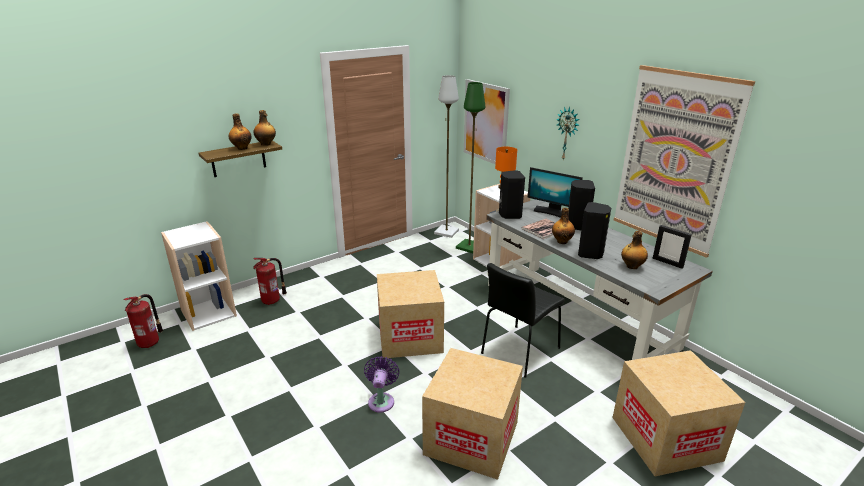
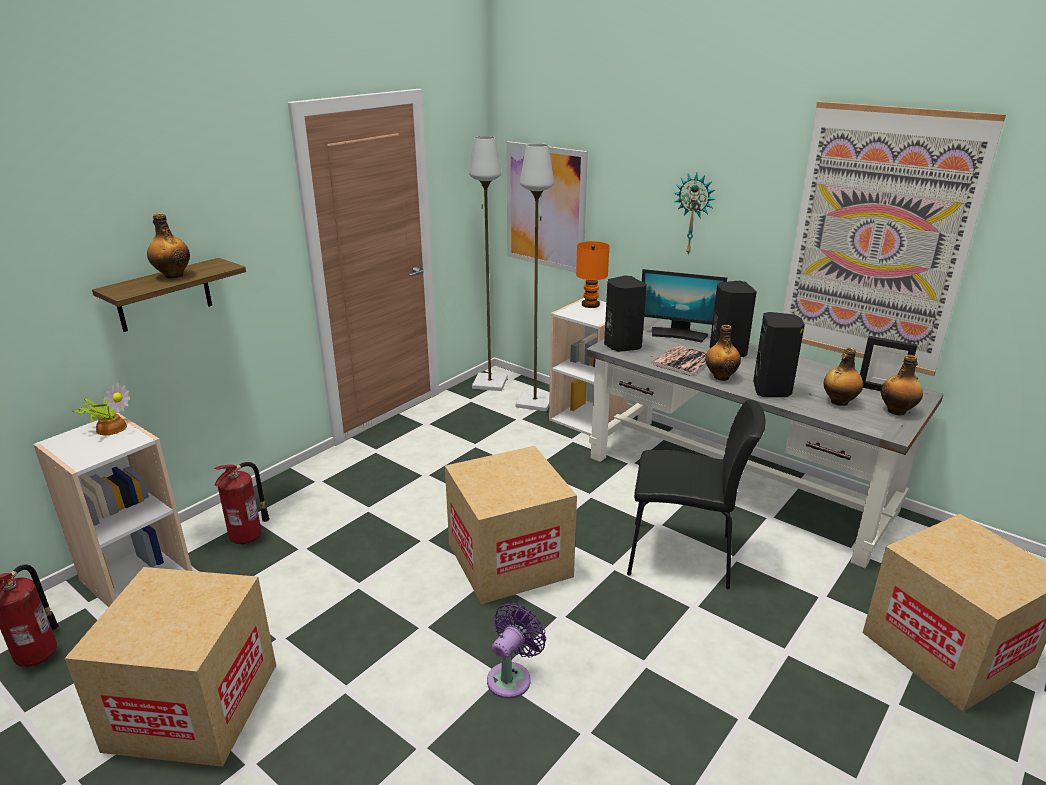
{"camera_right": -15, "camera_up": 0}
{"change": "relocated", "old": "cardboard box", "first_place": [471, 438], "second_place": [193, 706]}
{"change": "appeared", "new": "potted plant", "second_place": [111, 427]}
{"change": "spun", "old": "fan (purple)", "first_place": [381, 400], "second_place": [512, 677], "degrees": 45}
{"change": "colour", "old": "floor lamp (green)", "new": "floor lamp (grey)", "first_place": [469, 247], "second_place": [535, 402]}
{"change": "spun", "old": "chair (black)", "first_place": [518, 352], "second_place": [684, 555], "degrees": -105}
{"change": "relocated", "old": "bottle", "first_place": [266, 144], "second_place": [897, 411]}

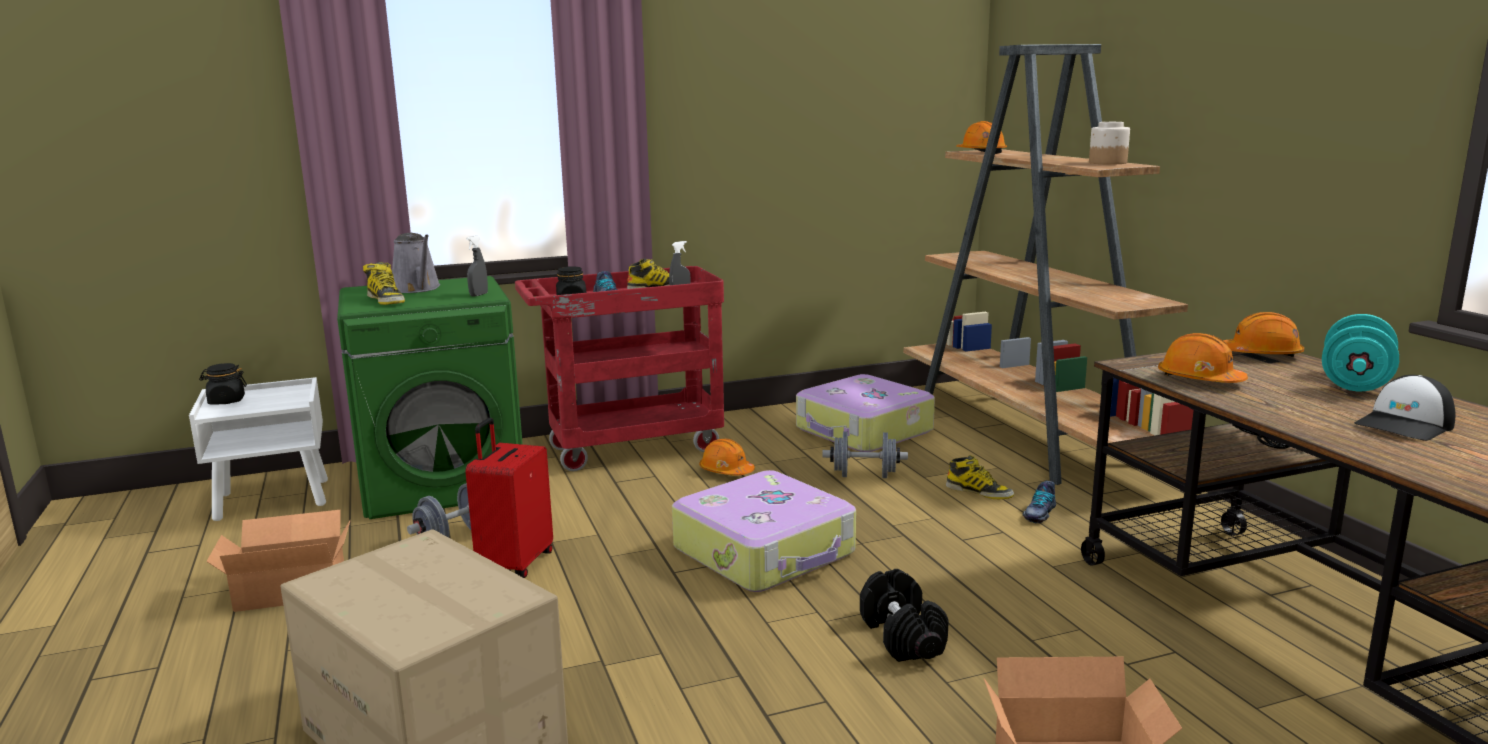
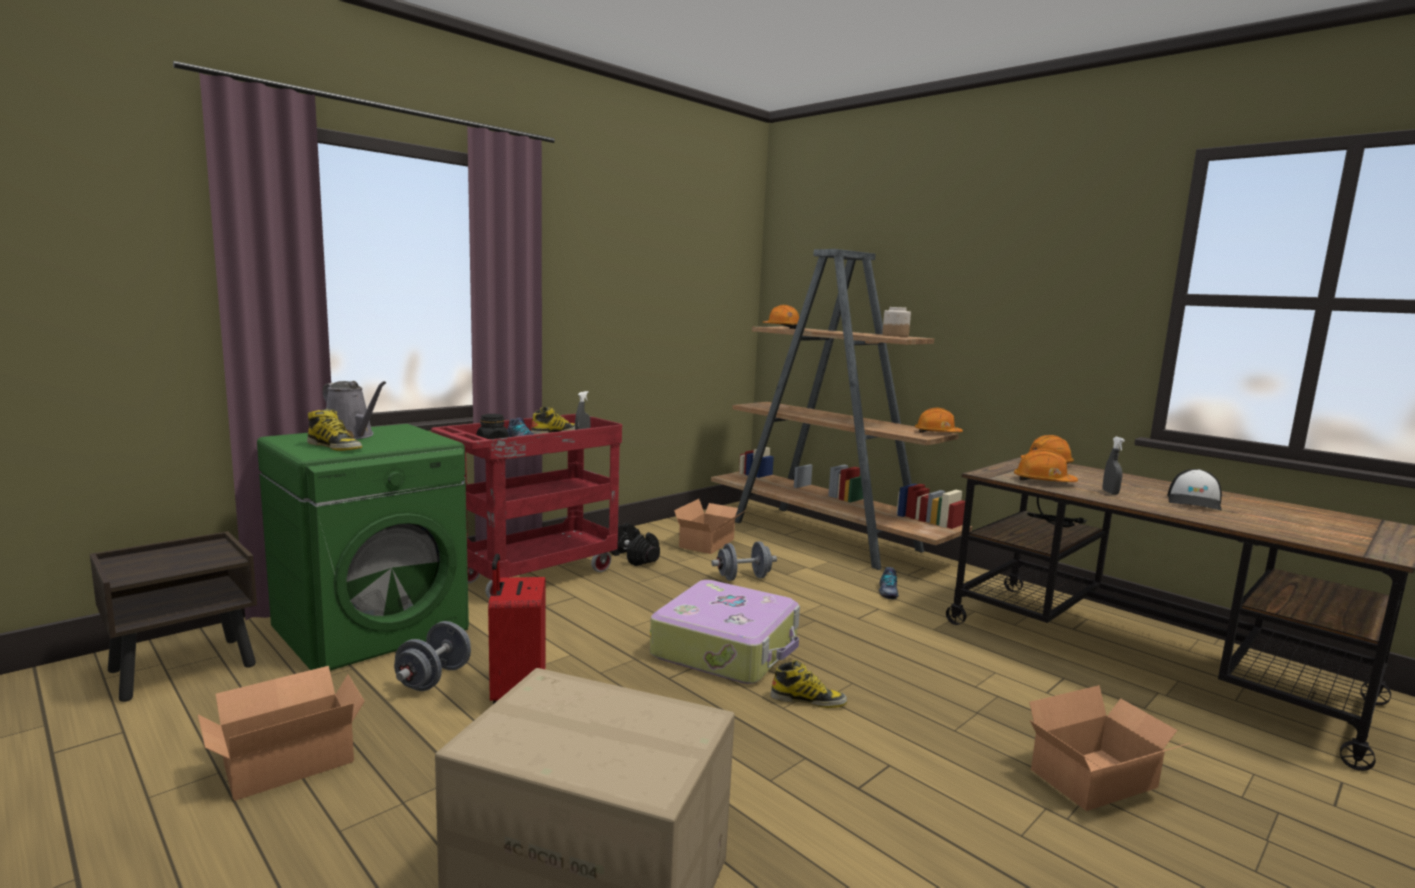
{"camera_right": -25, "camera_up": -5}
{"change": "colour", "old": "nightstand (white)", "new": "nightstand (brown)", "first_place": [274, 499], "second_place": [185, 668]}
{"change": "relocated", "old": "dumbbell (black)", "first_place": [903, 637], "second_place": [633, 557]}
{"change": "exchanged", "old": "suitcase", "new": "cardboard box", "first_place": [863, 431], "second_place": [709, 543]}
{"change": "relocated", "old": "boot", "first_place": [979, 492], "second_place": [808, 700]}
{"change": "relocated", "old": "hard hat (orange)", "first_place": [726, 471], "second_place": [937, 433]}
{"change": "relocated", "old": "spray bottle (grey)", "first_place": [478, 295], "second_place": [1110, 492]}
{"change": "missing", "old": "jar (black)", "first_place": [226, 401]}
{"change": "missing", "old": "dumbbell (turquoise)", "first_place": [1355, 382]}

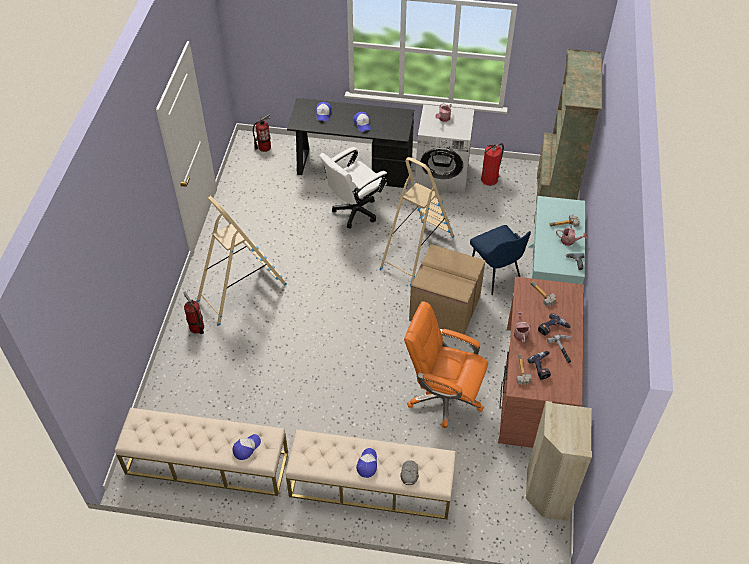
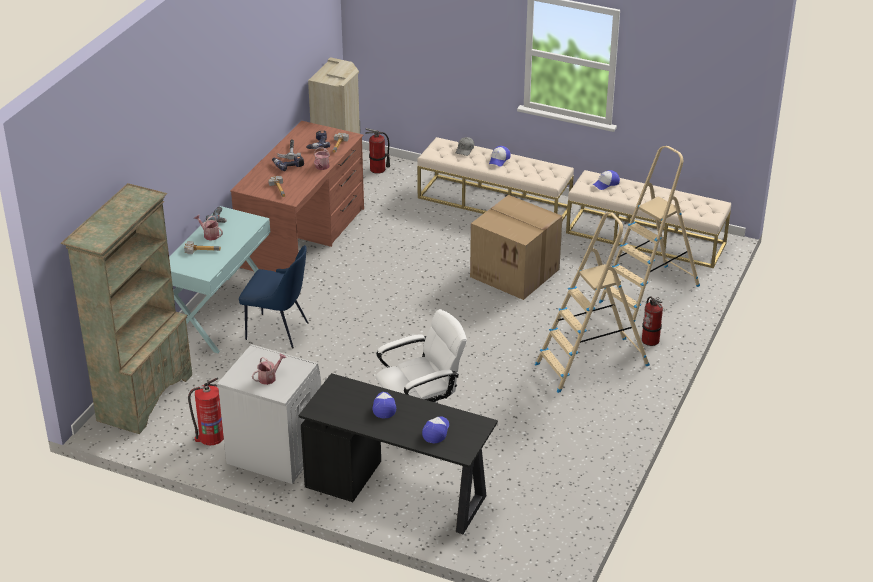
{"camera_right": -165, "camera_up": -15}
{"change": "spun", "old": "chair (blue)", "first_place": [496, 275], "second_place": [278, 331], "degrees": 120}
{"change": "relocated", "old": "fire extinguisher", "first_place": [264, 147], "second_place": [378, 169]}
{"change": "relocated", "old": "cardboard box", "first_place": [443, 308], "second_place": [516, 273]}
{"change": "relocated", "old": "step ladder (beige)", "first_place": [417, 252], "second_place": [649, 294]}
{"change": "missing", "old": "office chair (orange)", "first_place": [443, 397]}

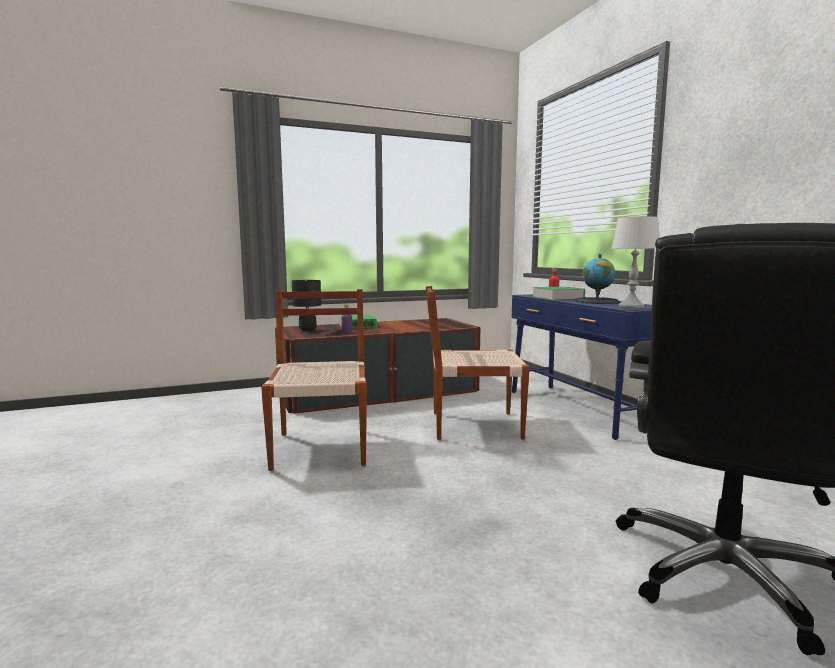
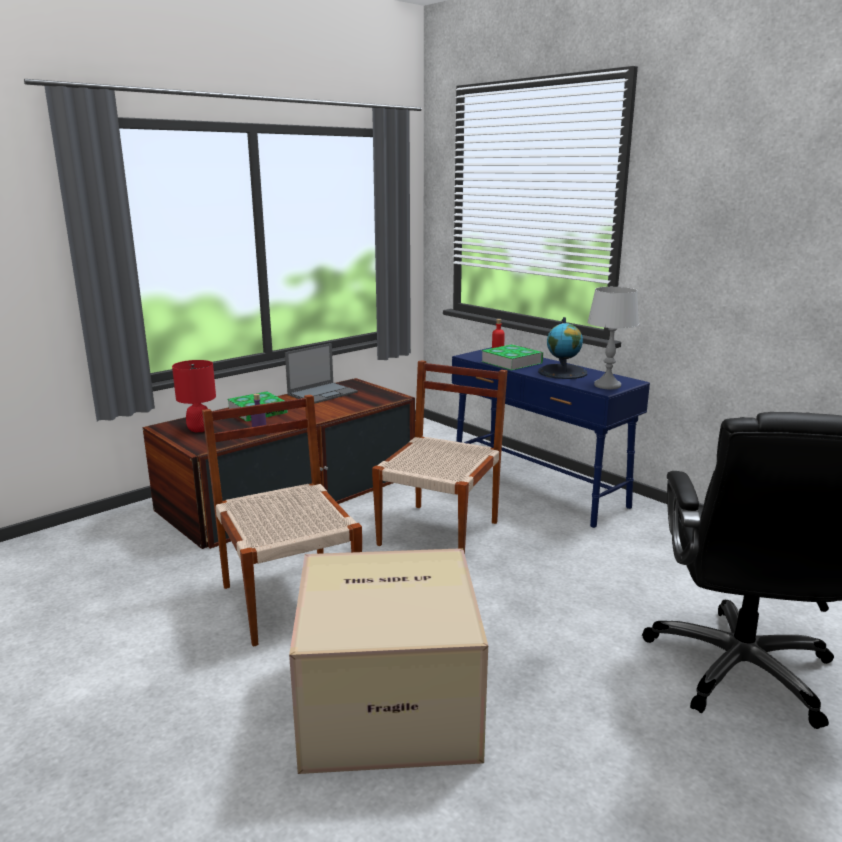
{"camera_right": -20, "camera_up": 10}
{"change": "colour", "old": "table lamp (black)", "new": "table lamp (red)", "first_place": [308, 330], "second_place": [200, 430]}
{"change": "appeared", "new": "laptop", "second_place": [323, 393]}
{"change": "appeared", "new": "cardboard box", "second_place": [391, 701]}
{"change": "spun", "old": "chair", "first_place": [472, 426], "second_place": [440, 532], "degrees": 135}

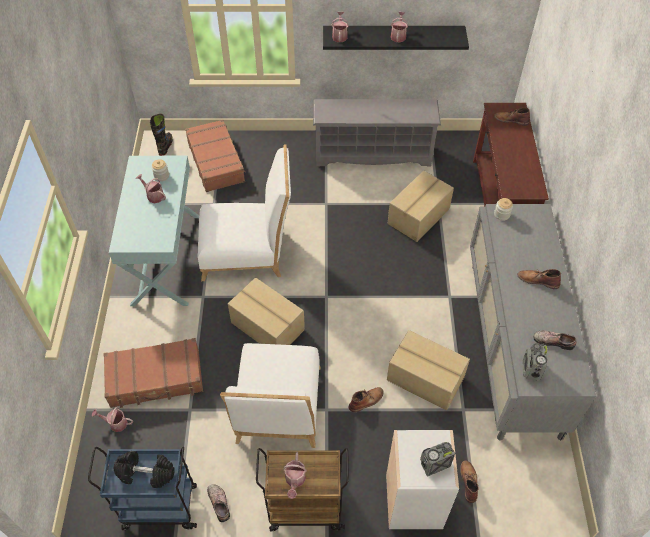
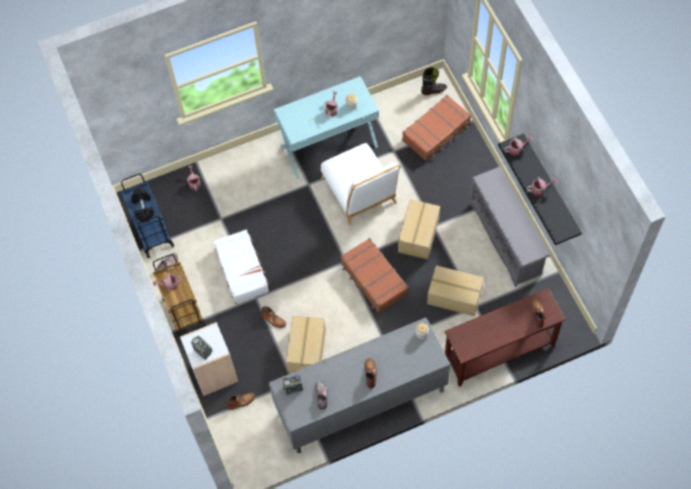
{"camera_right": 70, "camera_up": 10}
{"change": "exchanged", "old": "chair (white)", "new": "suitcase (white)", "first_place": [278, 411], "second_place": [242, 269]}
{"change": "relocated", "old": "suitcase (brown)", "first_place": [156, 379], "second_place": [373, 279]}
{"change": "relocated", "old": "cardboard box", "first_place": [267, 327], "second_place": [418, 235]}

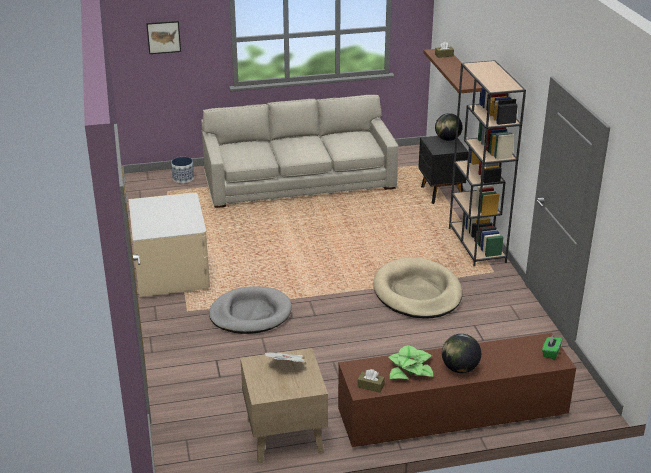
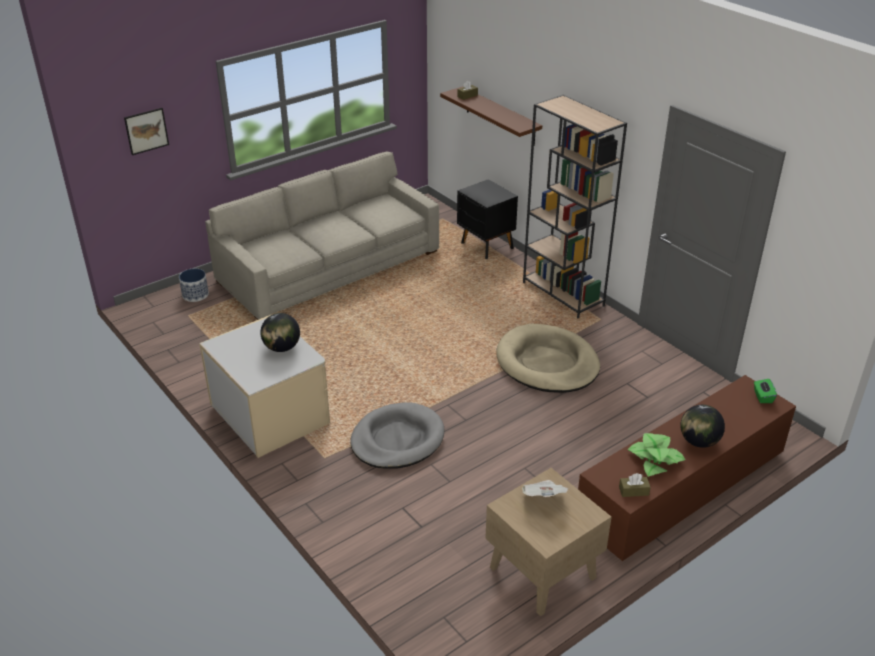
{"camera_right": -25, "camera_up": 5}
{"change": "relocated", "old": "globe", "first_place": [447, 139], "second_place": [282, 348]}

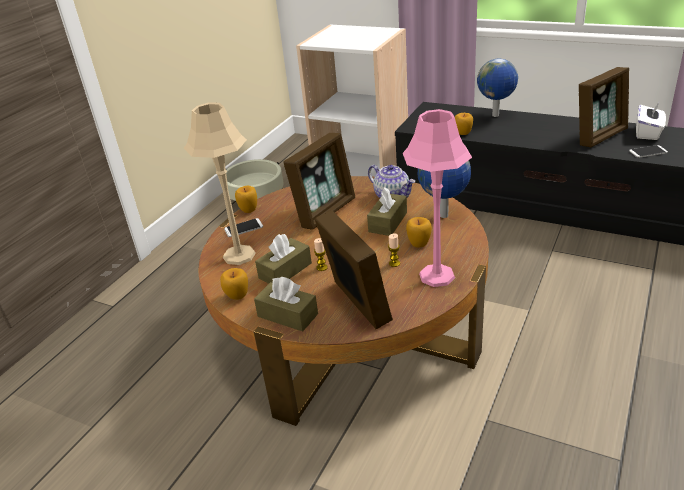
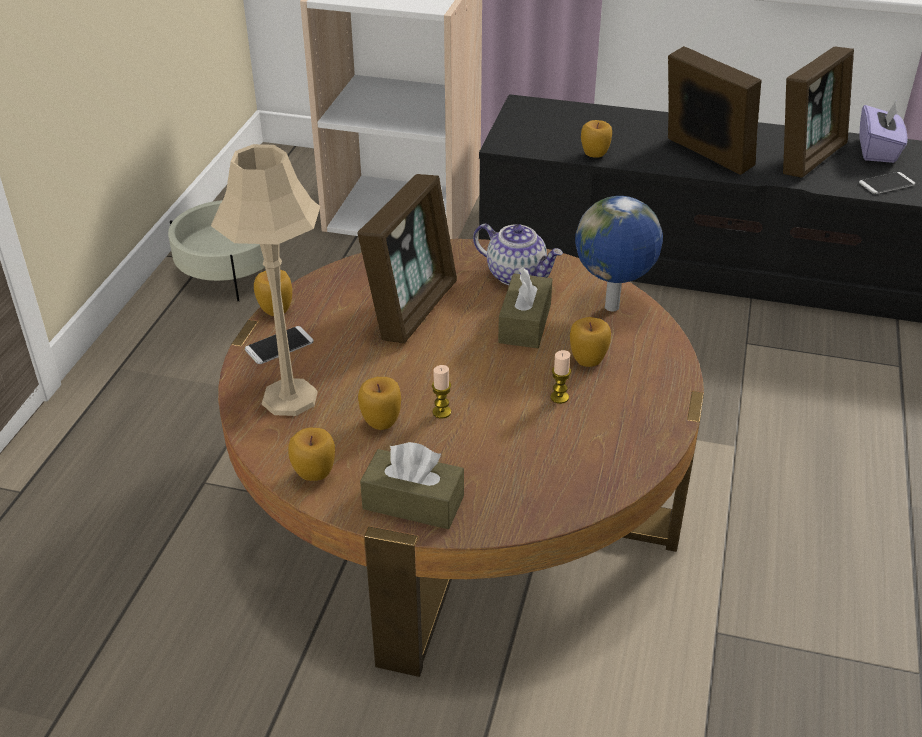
{"camera_right": -15, "camera_up": 5}
{"change": "exchanged", "old": "tissue box (brown)", "new": "apple", "first_place": [285, 271], "second_place": [381, 422]}
{"change": "relocated", "old": "picture frame", "first_place": [356, 304], "second_place": [704, 155]}
{"change": "colour", "old": "tissue box (white)", "new": "tissue box (purple)", "first_place": [648, 133], "second_place": [877, 150]}
{"change": "missing", "old": "table lamp (pink)", "first_place": [436, 275]}
{"change": "missing", "old": "globe", "first_place": [496, 116]}

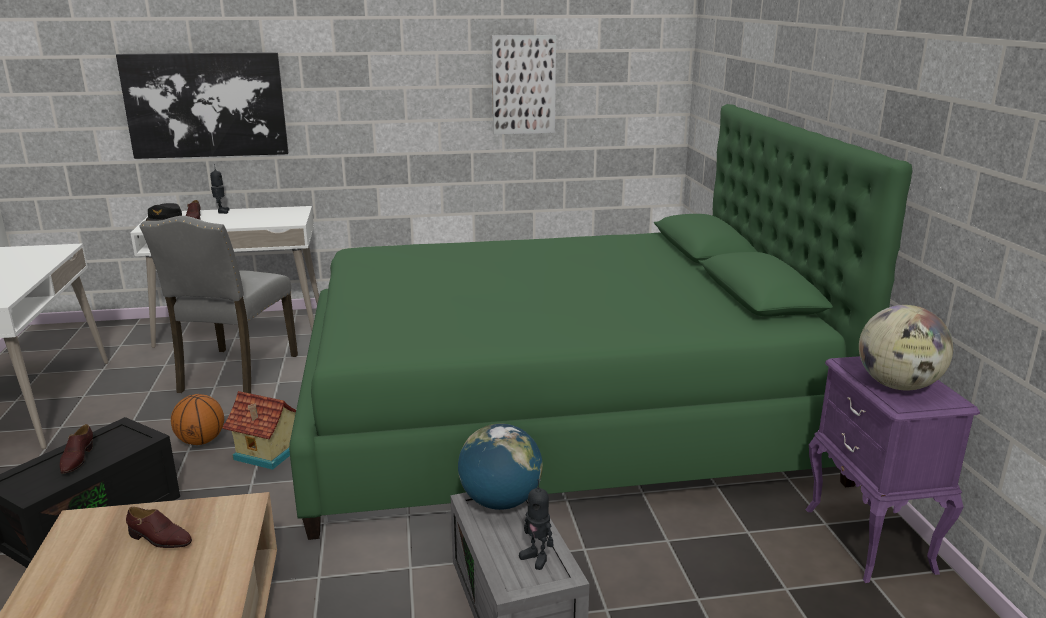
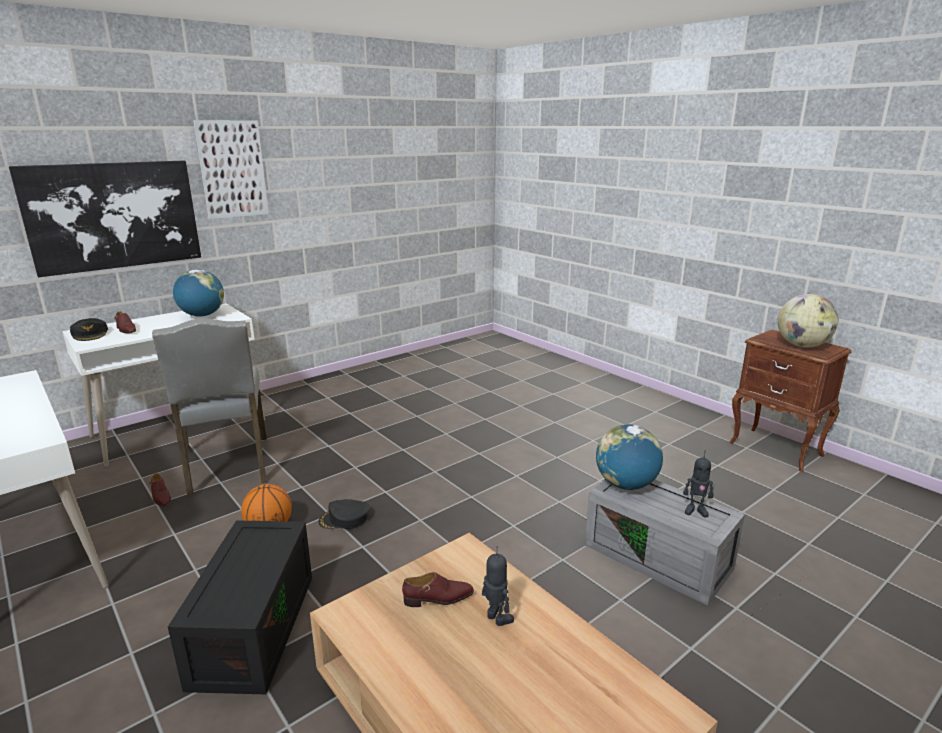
{"camera_right": -30, "camera_up": 0}
{"change": "relocated", "old": "shoe (brown)", "first_place": [77, 459], "second_place": [160, 497]}
{"change": "appeared", "new": "globe", "second_place": [202, 315]}
{"change": "relocated", "old": "picture", "first_place": [523, 85], "second_place": [232, 169]}
{"change": "exchanged", "old": "toy house", "new": "cap (black)", "first_place": [267, 453], "second_place": [344, 519]}
{"change": "relocated", "old": "toy robot", "first_place": [221, 212], "second_place": [496, 618]}
{"change": "colour", "old": "nightstand (purple)", "new": "nightstand (brown)", "first_place": [869, 540], "second_place": [776, 450]}
{"change": "missing", "old": "bed (green)", "first_place": [558, 417]}

